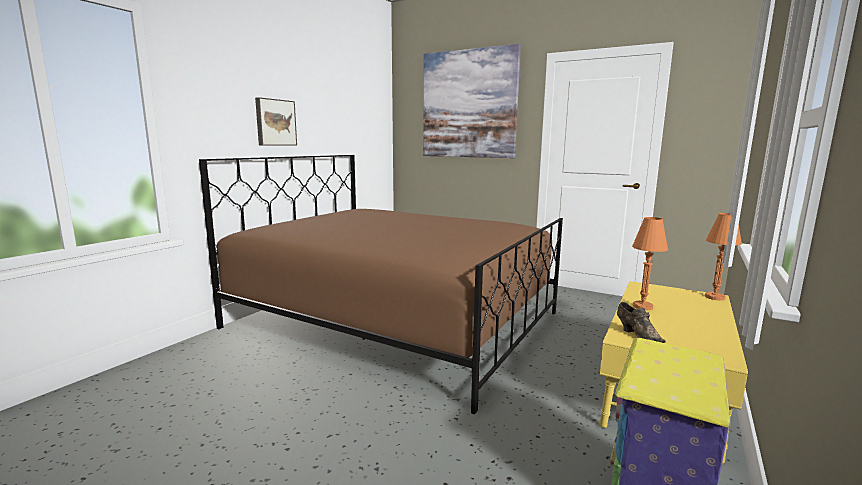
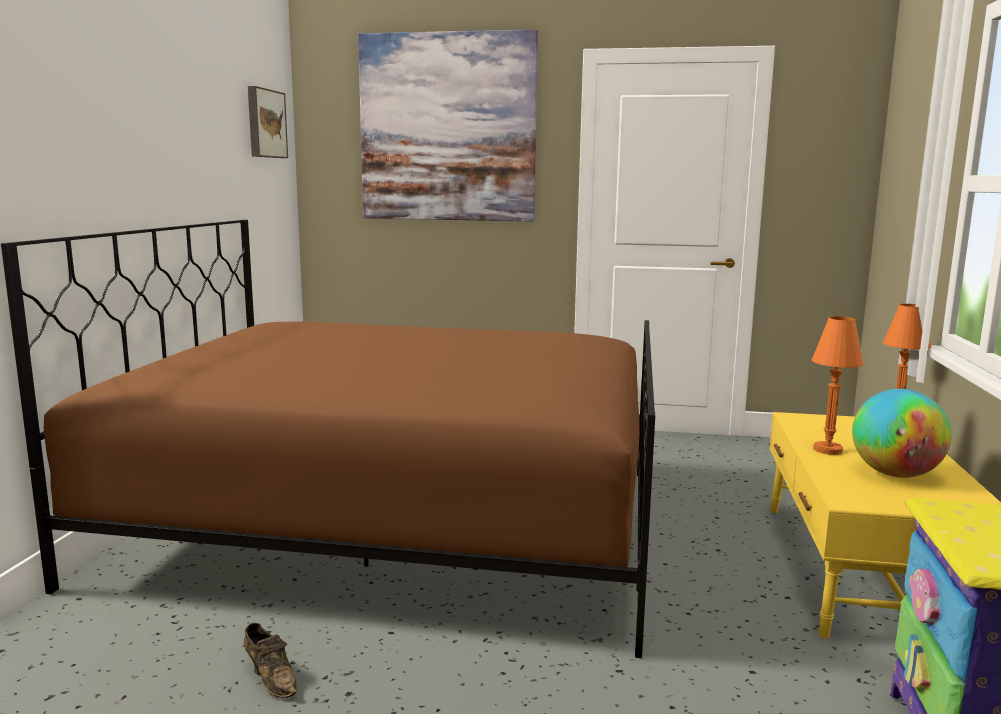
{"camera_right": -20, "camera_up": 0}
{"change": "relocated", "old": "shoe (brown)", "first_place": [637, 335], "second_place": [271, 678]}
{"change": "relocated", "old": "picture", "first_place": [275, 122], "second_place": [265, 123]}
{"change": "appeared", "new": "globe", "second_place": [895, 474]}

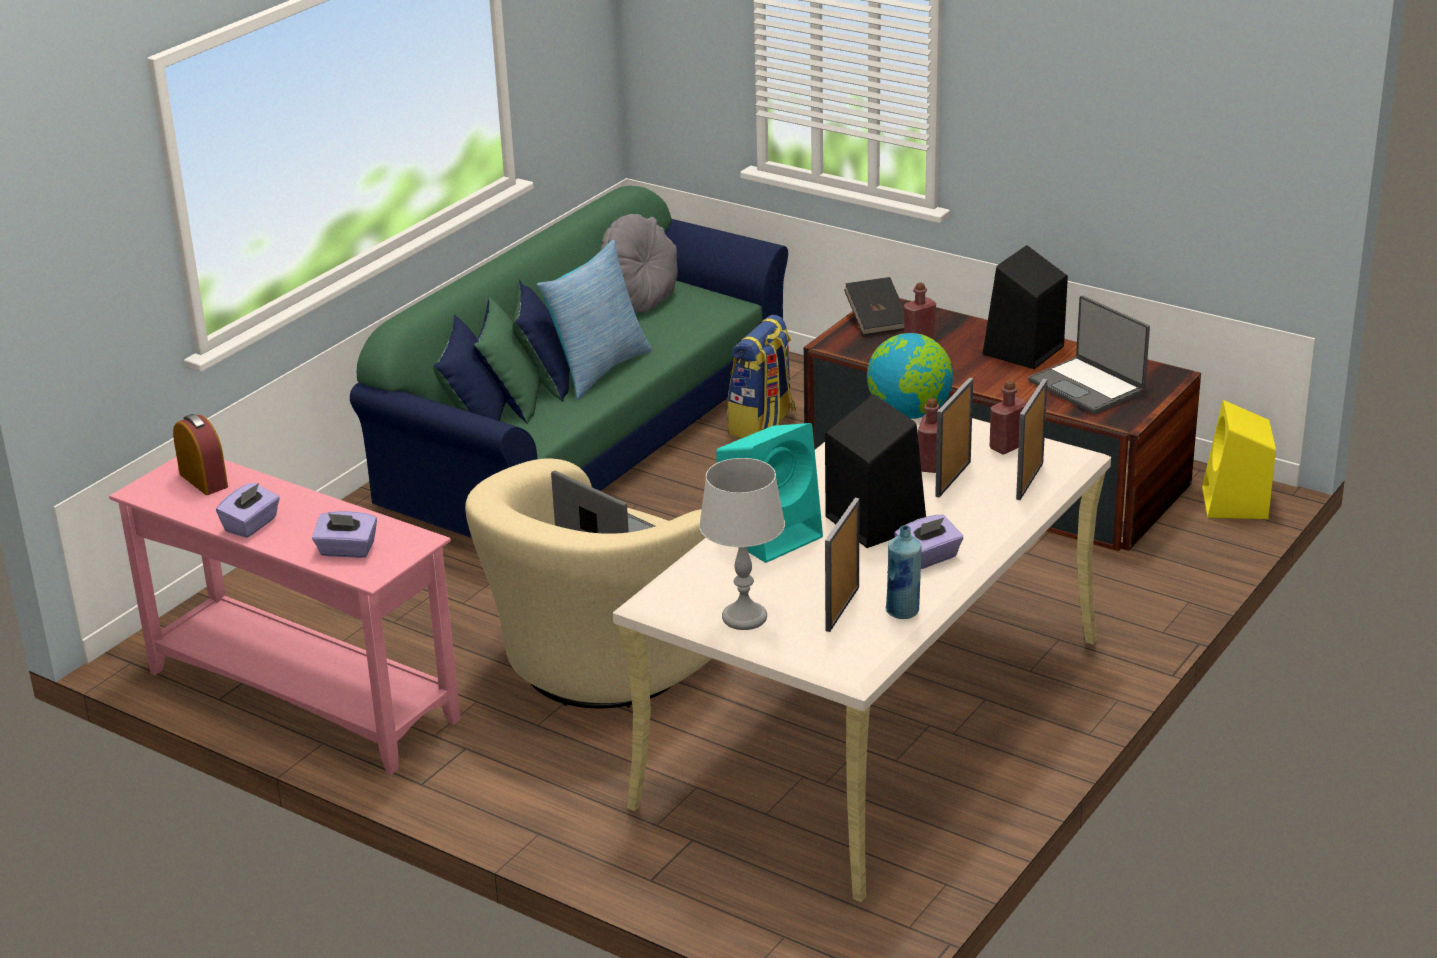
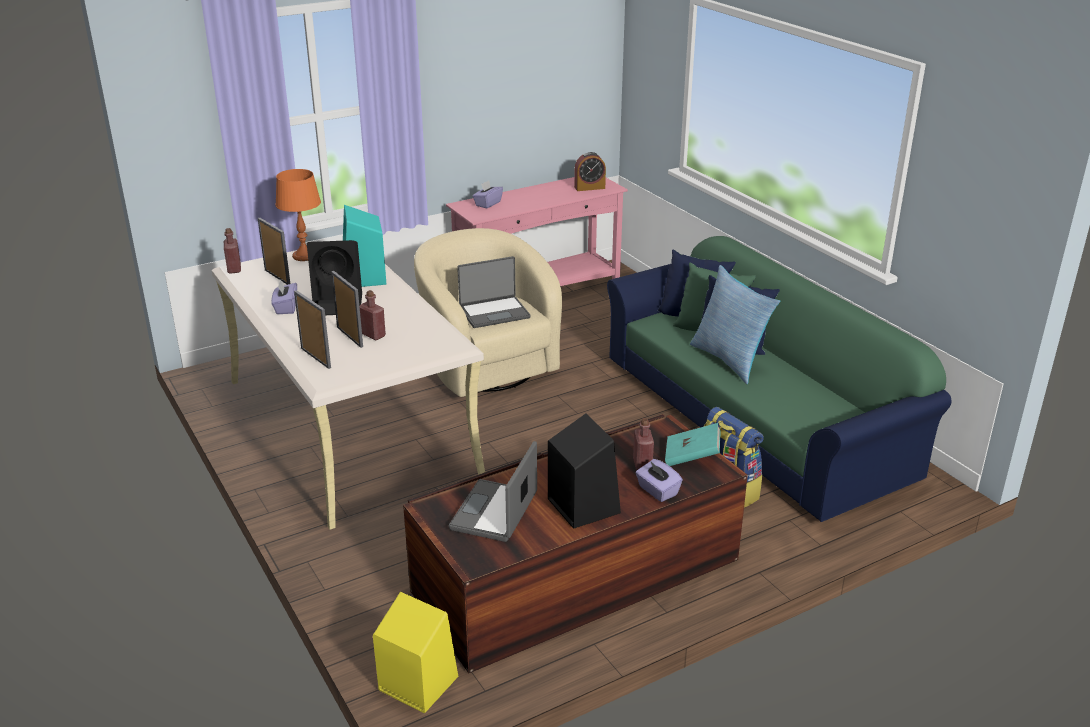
{"camera_right": 115, "camera_up": 0}
{"change": "relocated", "old": "bottle (red)", "first_place": [1007, 447], "second_place": [234, 269]}
{"change": "colour", "old": "table lamp (grey)", "new": "table lamp (orange)", "first_place": [744, 618], "second_place": [304, 256]}
{"change": "spun", "old": "laptop", "first_place": [1087, 387], "second_place": [495, 512], "degrees": -60}
{"change": "relocated", "old": "tissue box (purple)", "first_place": [251, 525], "second_place": [657, 491]}
{"change": "colour", "old": "book (black)", "new": "book (turquoise)", "first_place": [877, 321], "second_place": [692, 457]}
{"change": "missing", "old": "pillow (grey)", "first_place": [640, 304]}
{"change": "missing", "old": "globe", "first_place": [909, 414]}
{"change": "missing", "old": "bottle (blue)", "first_place": [903, 611]}

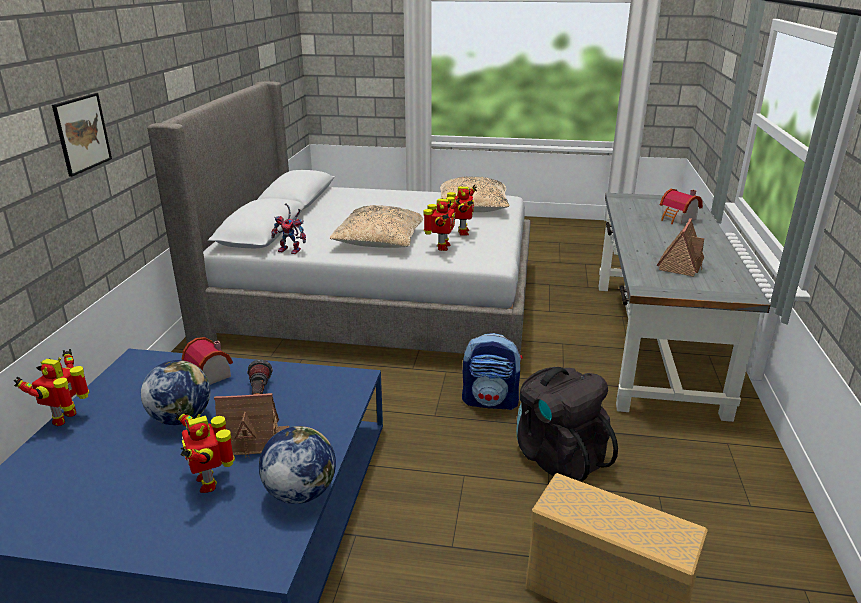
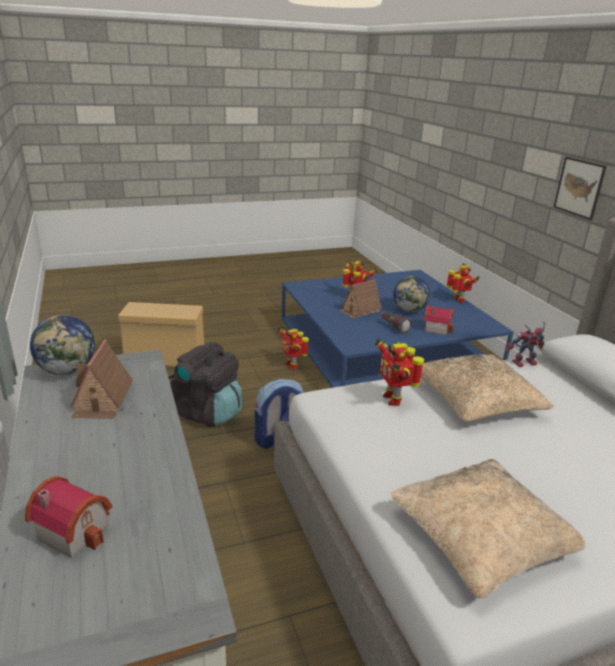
{"camera_right": 150, "camera_up": 0}
{"change": "relocated", "old": "globe", "first_place": [300, 493], "second_place": [68, 370]}
{"change": "relocated", "old": "toy robot", "first_place": [462, 232], "second_place": [292, 365]}

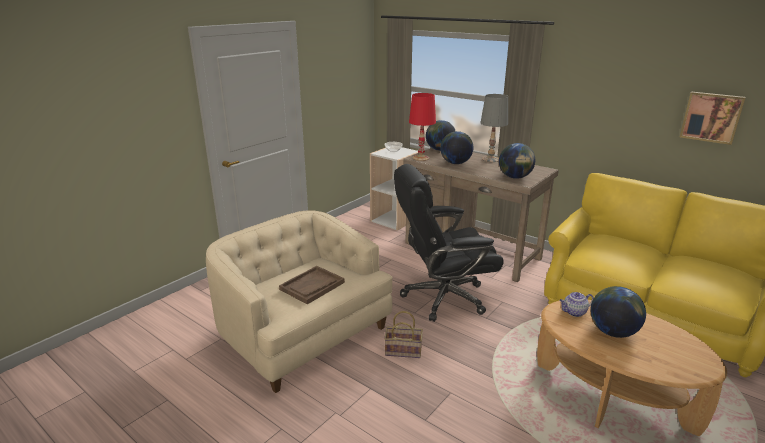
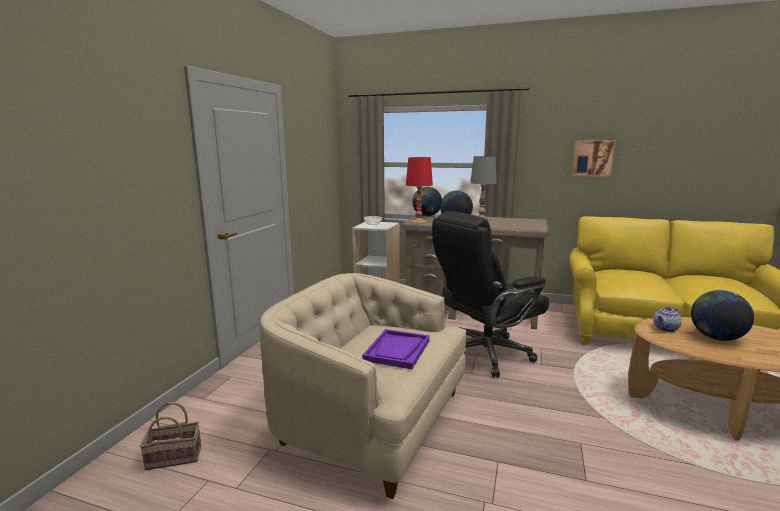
{"camera_right": -20, "camera_up": -10}
{"change": "relocated", "old": "basket", "first_place": [404, 350], "second_place": [175, 456]}
{"change": "colour", "old": "tray (brown)", "new": "tray (purple)", "first_place": [312, 286], "second_place": [397, 350]}
{"change": "relocated", "old": "picture", "first_place": [711, 117], "second_place": [593, 157]}
{"change": "missing", "old": "globe", "first_place": [515, 177]}

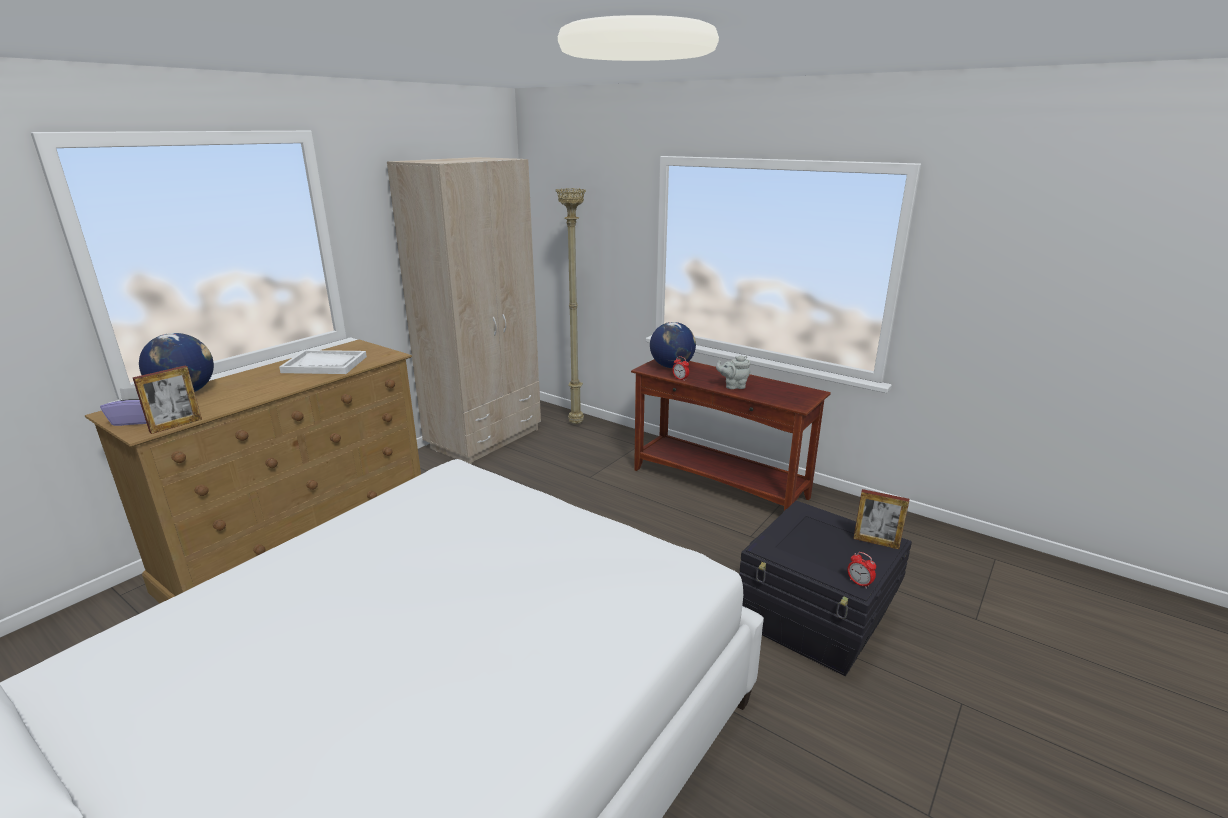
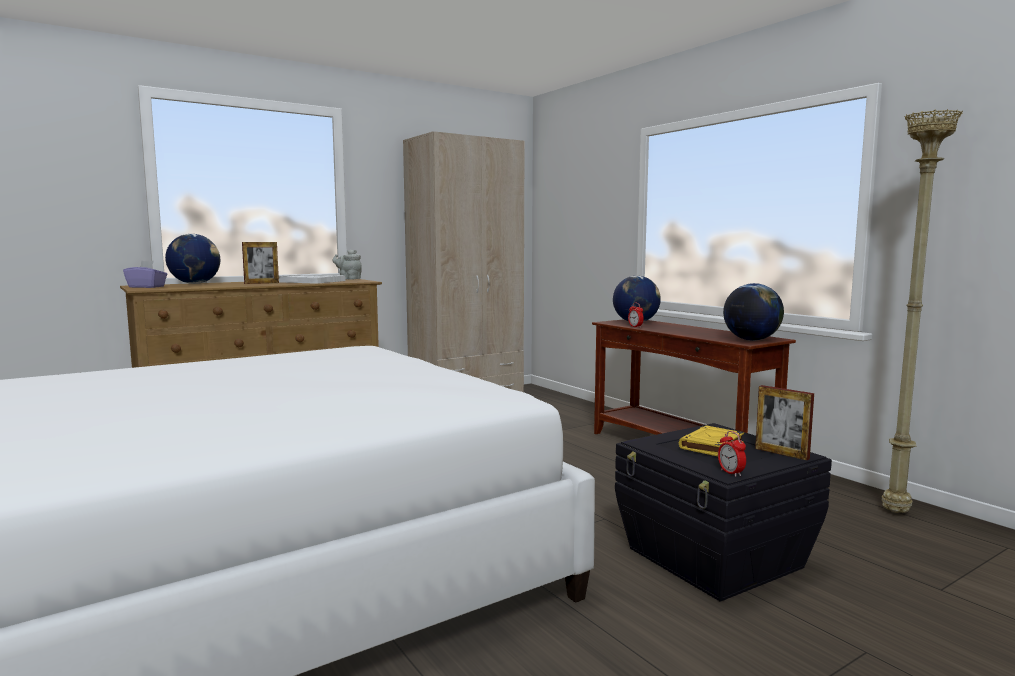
{"camera_right": 20, "camera_up": -15}
{"change": "relocated", "old": "picture frame", "first_place": [176, 425], "second_place": [261, 283]}
{"change": "relocated", "old": "teapot (grey)", "first_place": [733, 386], "second_place": [348, 279]}
{"change": "appeared", "new": "book (yellow)", "second_place": [711, 446]}
{"change": "appeared", "new": "globe", "second_place": [751, 340]}
{"change": "relocated", "old": "floor lamp (beige)", "first_place": [577, 424], "second_place": [897, 513]}

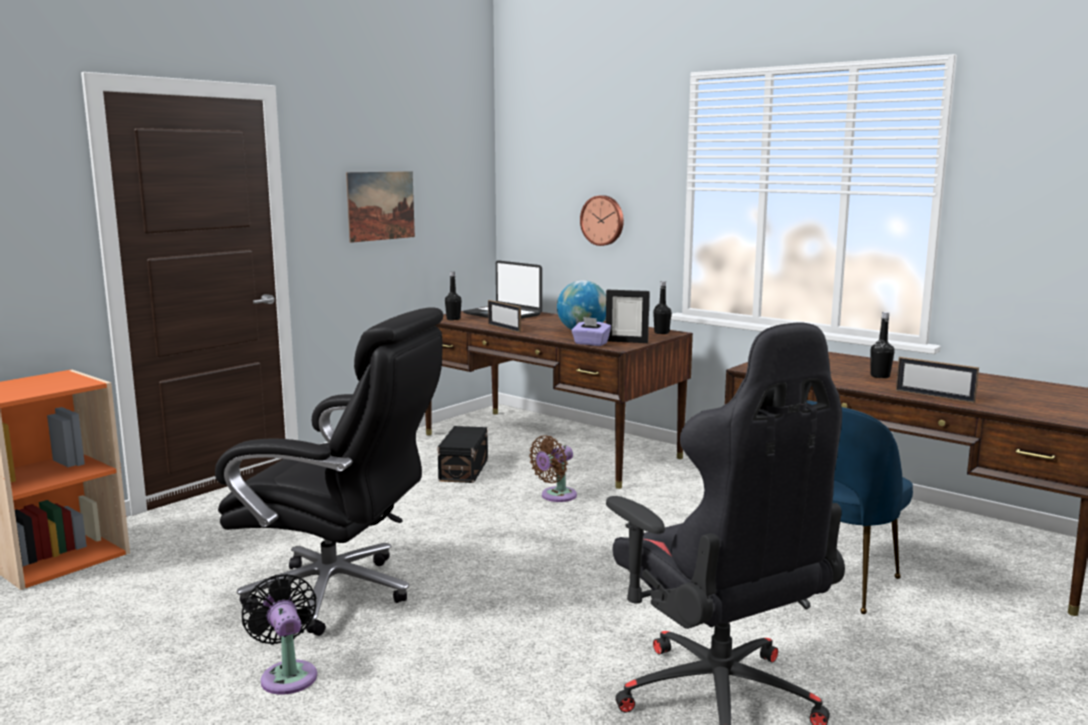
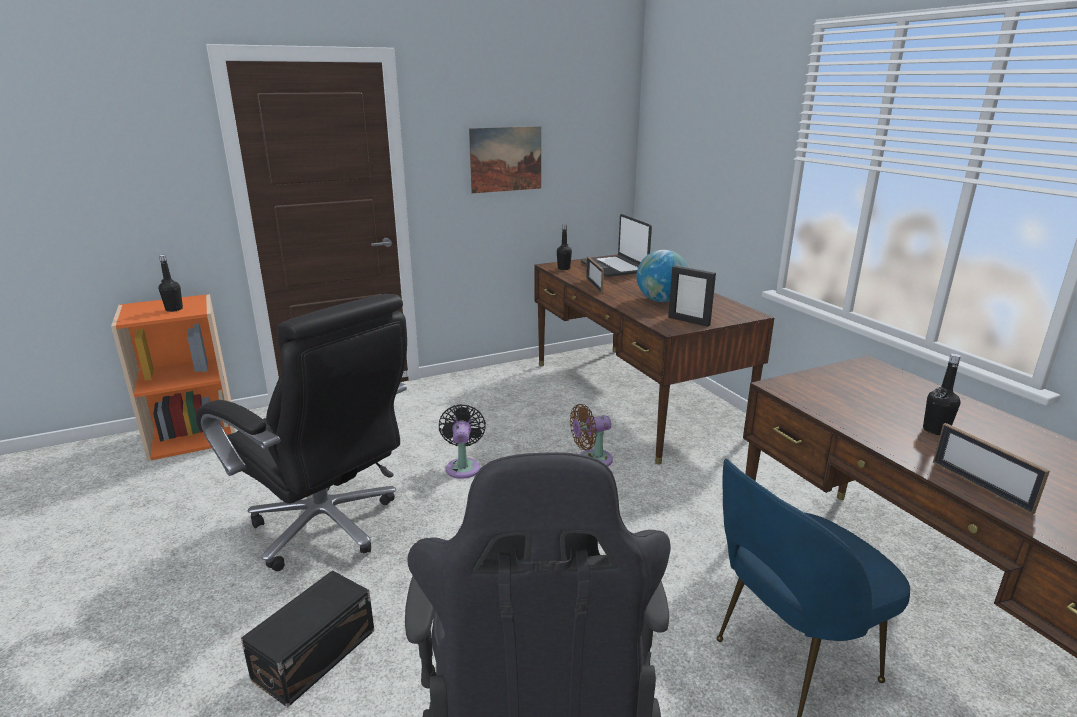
{"camera_right": 25, "camera_up": 10}
{"change": "relocated", "old": "bottle (black)", "first_place": [661, 333], "second_place": [174, 309]}
{"change": "relocated", "old": "storage box (black)", "first_place": [465, 469], "second_place": [317, 654]}
{"change": "relocated", "old": "fan (black)", "first_place": [287, 675], "second_place": [463, 466]}
{"change": "missing", "old": "tissue box (purple)", "first_place": [590, 343]}
{"change": "missing", "old": "wall clock", "first_place": [603, 220]}

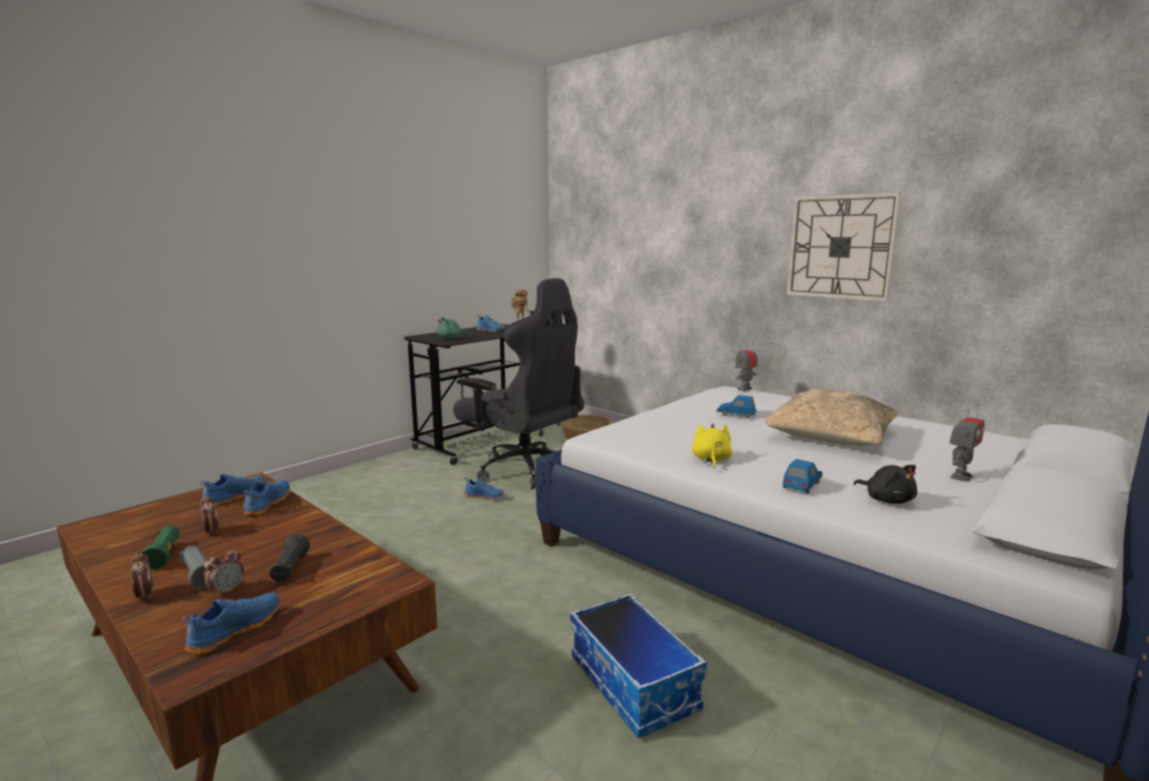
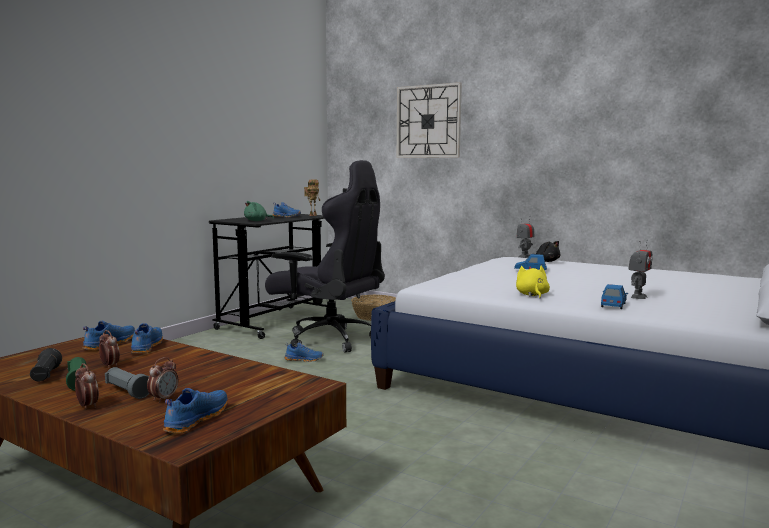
{"camera_right": -10, "camera_up": -5}
{"change": "relocated", "old": "flashlight (black)", "first_place": [290, 569], "second_place": [45, 376]}
{"change": "relocated", "old": "wall clock", "first_place": [840, 247], "second_place": [428, 121]}
{"change": "relocated", "old": "plush toy (black)", "first_place": [887, 500], "second_place": [546, 261]}
{"change": "relocated", "old": "toy robot", "first_place": [960, 476], "second_place": [638, 297]}
{"change": "missing", "old": "storage box", "first_place": [635, 684]}
{"change": "missing", "old": "pillow (beige)", "first_place": [830, 435]}

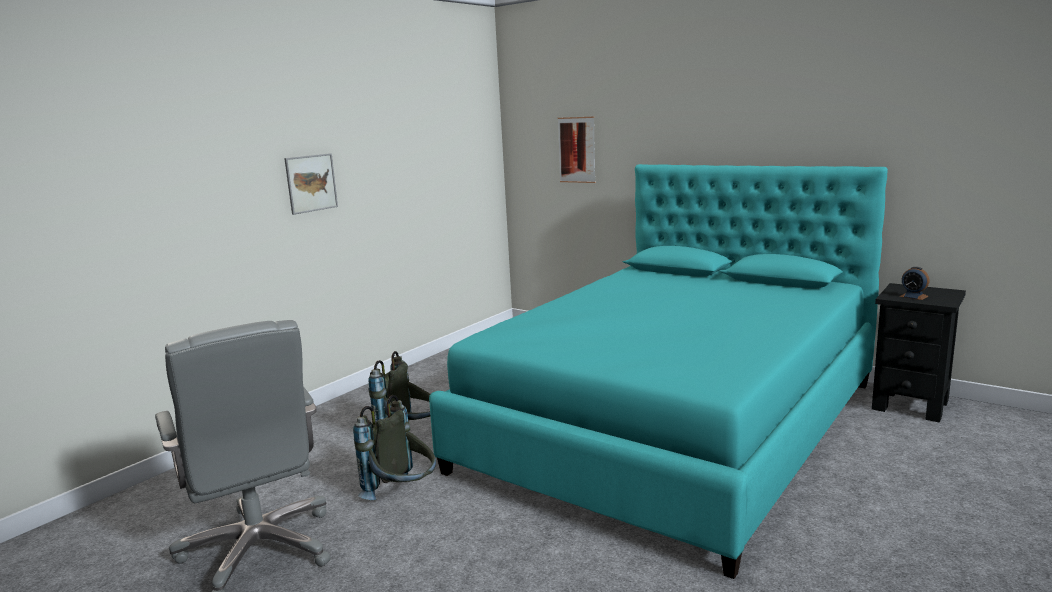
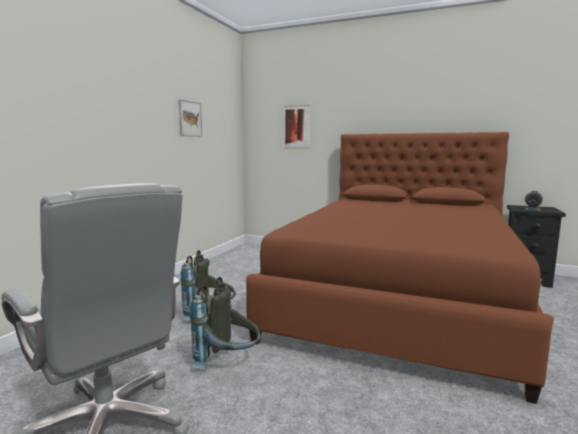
{"camera_right": -15, "camera_up": -5}
{"change": "relocated", "old": "picture", "first_place": [311, 183], "second_place": [190, 119]}
{"change": "colour", "old": "bed (turquoise)", "new": "bed (brown)", "first_place": [675, 425], "second_place": [399, 298]}

